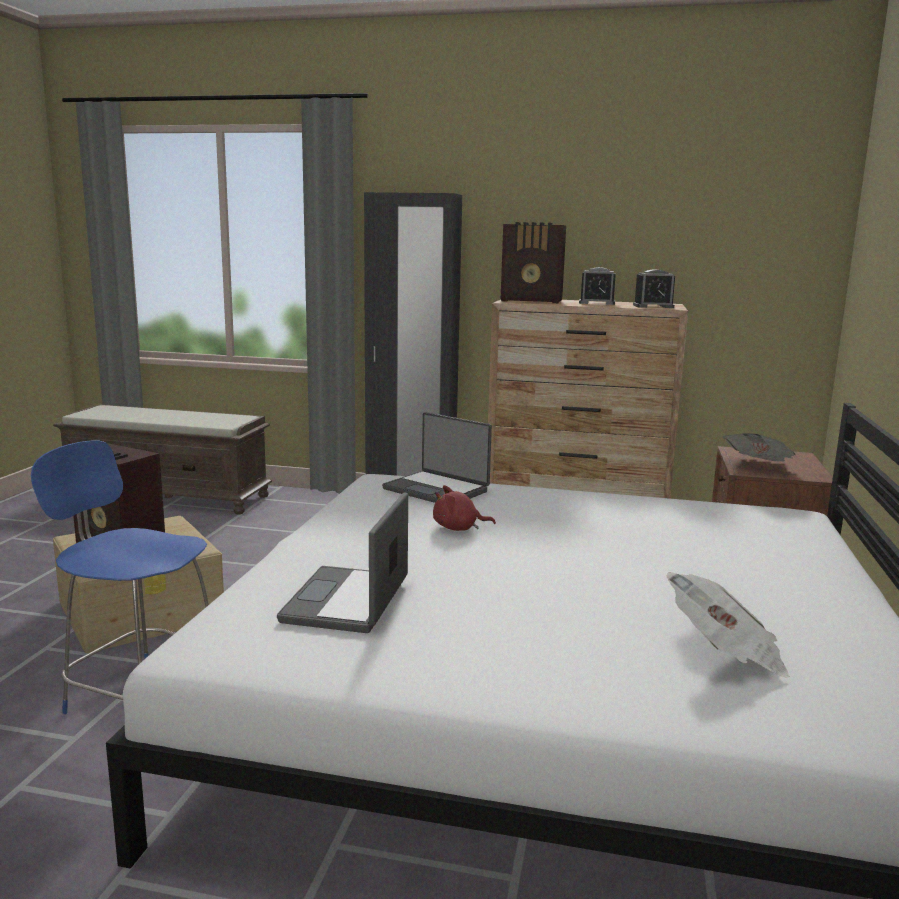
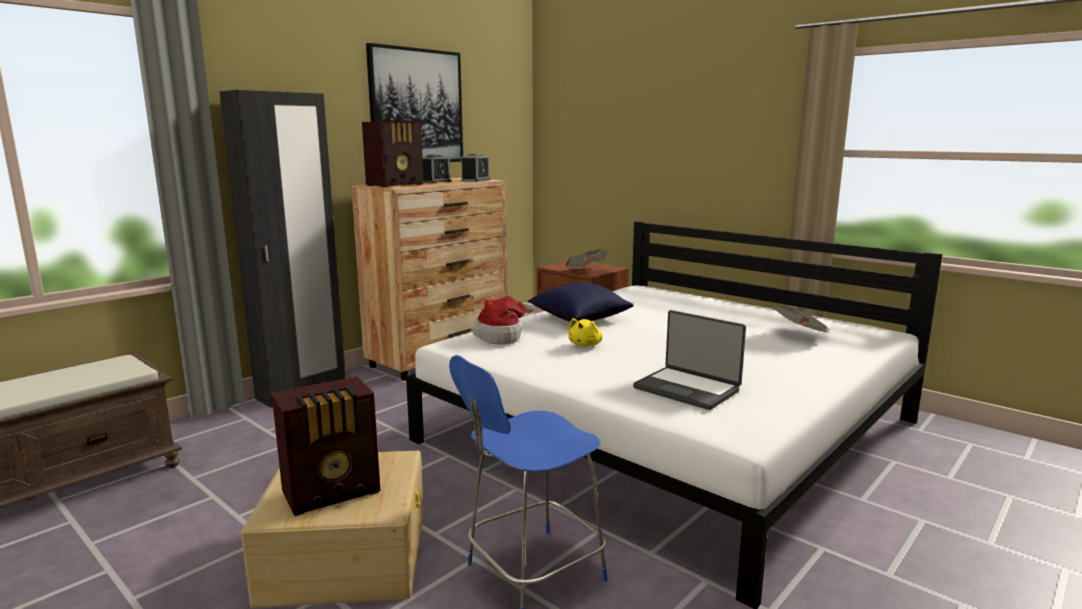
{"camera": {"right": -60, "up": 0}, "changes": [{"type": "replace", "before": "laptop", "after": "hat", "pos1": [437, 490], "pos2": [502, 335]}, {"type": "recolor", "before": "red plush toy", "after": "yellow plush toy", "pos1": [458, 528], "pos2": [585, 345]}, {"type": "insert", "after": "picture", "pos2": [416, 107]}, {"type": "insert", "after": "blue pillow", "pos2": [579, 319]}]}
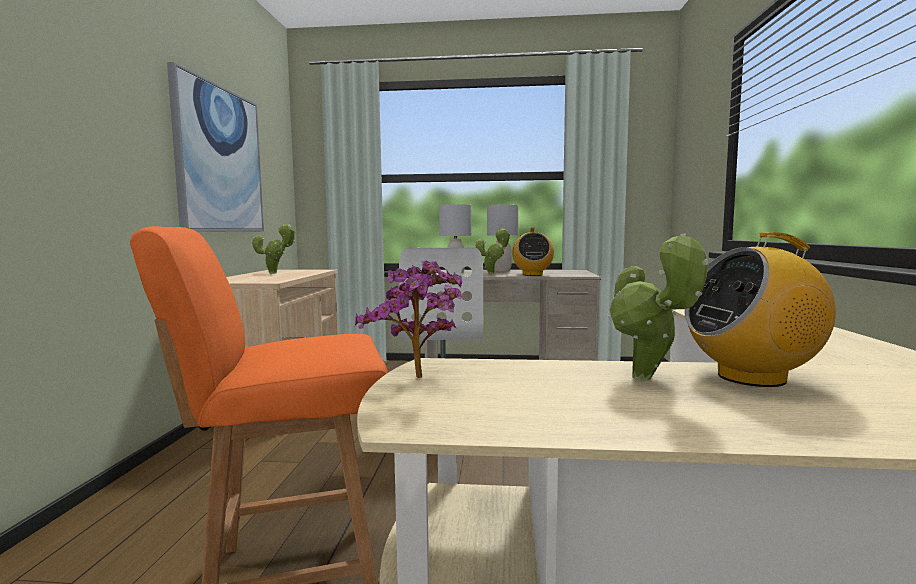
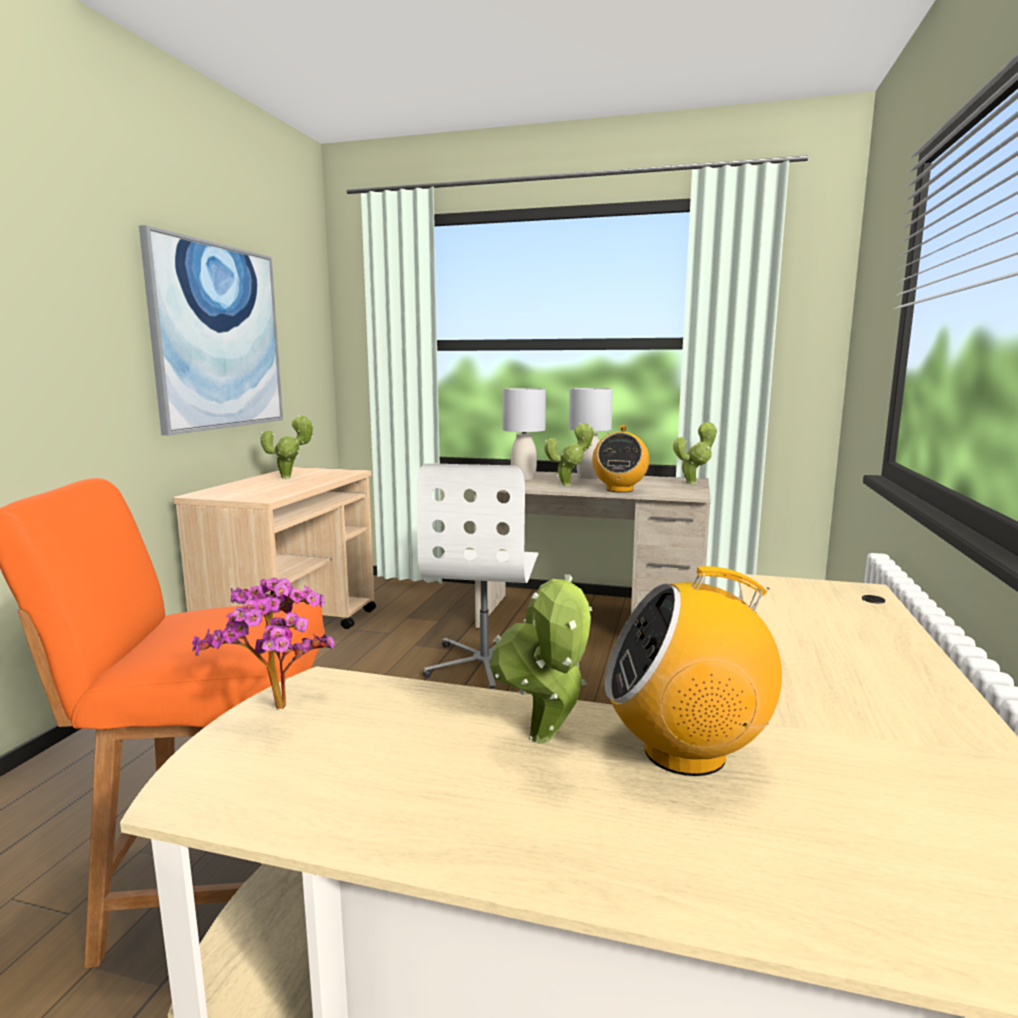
{"camera": {"right": 10, "up": 5}, "changes": [{"type": "insert", "after": "potted plant", "pos2": [693, 483]}]}
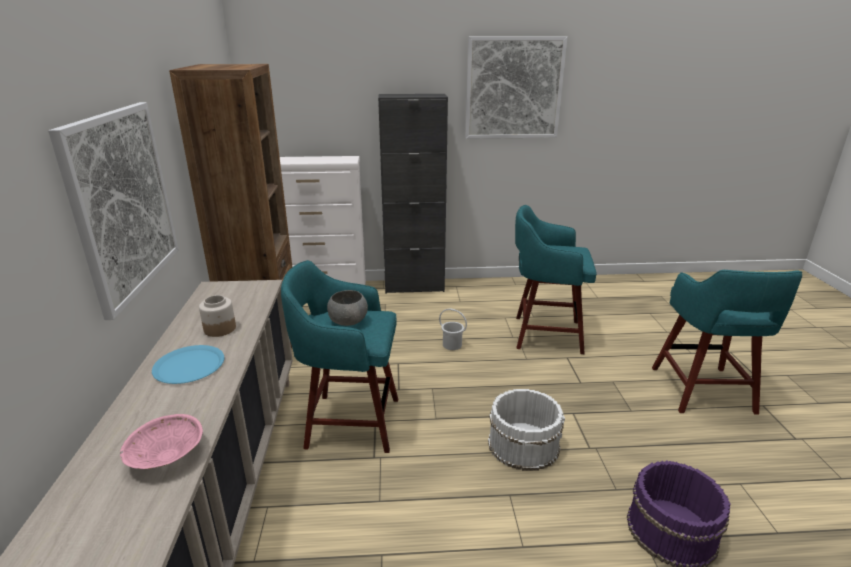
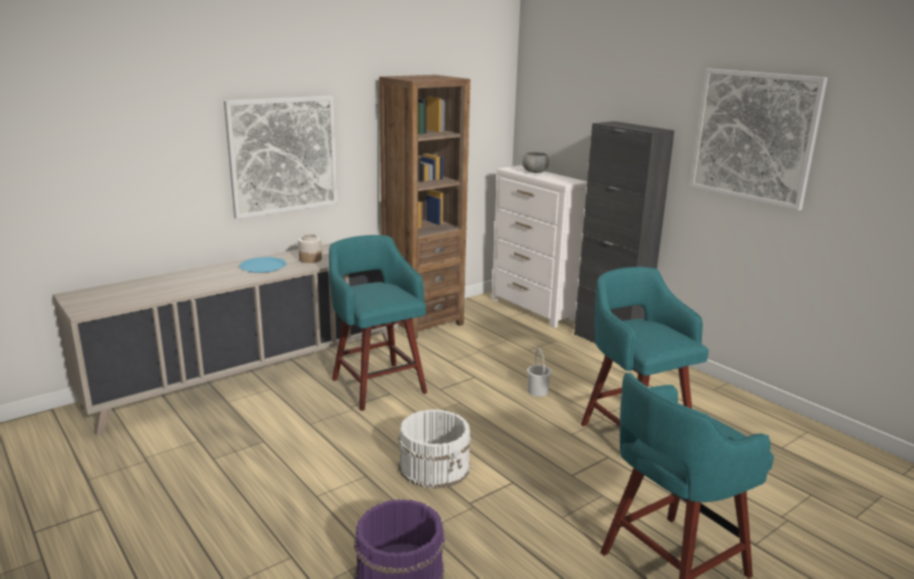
{"camera": {"right": 55, "up": -5}, "changes": [{"type": "delete", "before": "pink bowl", "pos1": [166, 456]}, {"type": "move", "before": "grey bowl", "pos1": [348, 321], "pos2": [534, 172]}]}
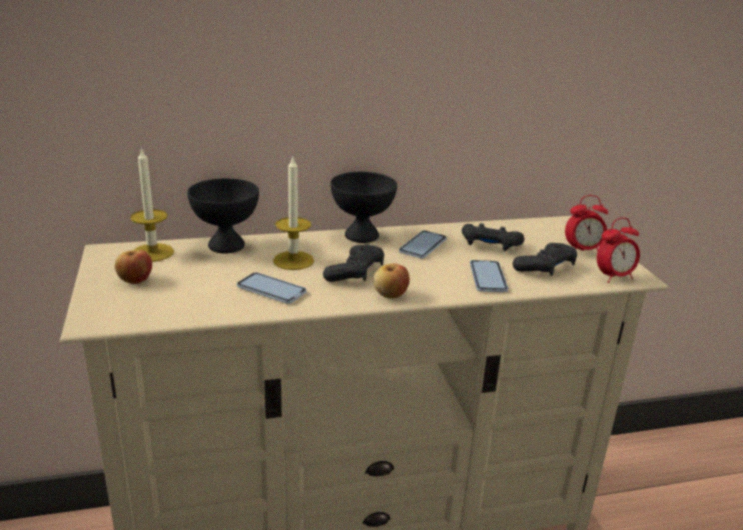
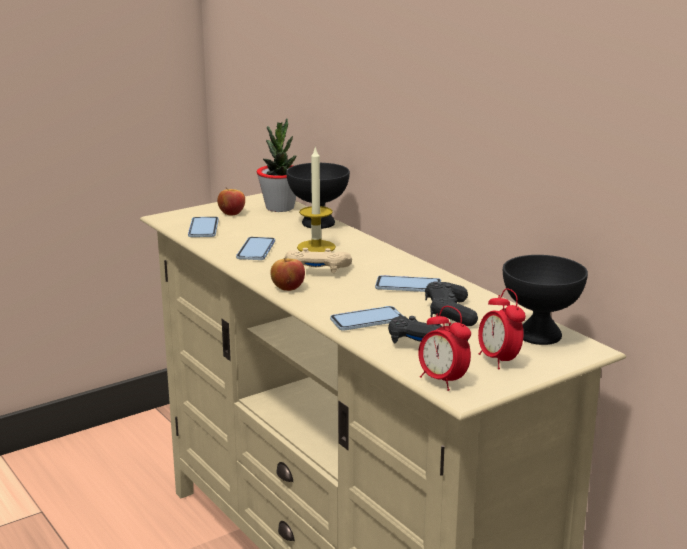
{"camera": {"right": 70, "up": -5}, "changes": [{"type": "replace", "before": "candle", "after": "potted plant", "pos1": [152, 252], "pos2": [280, 208]}, {"type": "recolor", "before": "black game controller", "after": "beige game controller", "pos1": [355, 273], "pos2": [317, 270]}, {"type": "move", "before": "black bowl", "pos1": [361, 236], "pos2": [538, 336]}, {"type": "insert", "after": "phone", "pos2": [203, 228]}]}
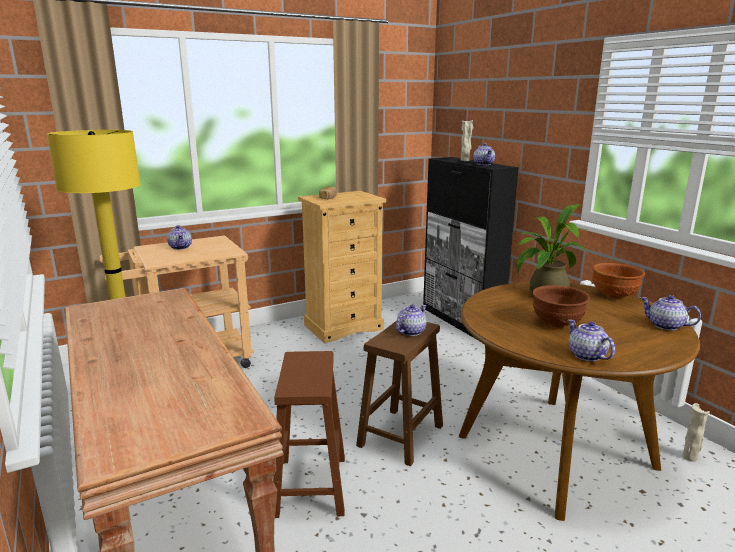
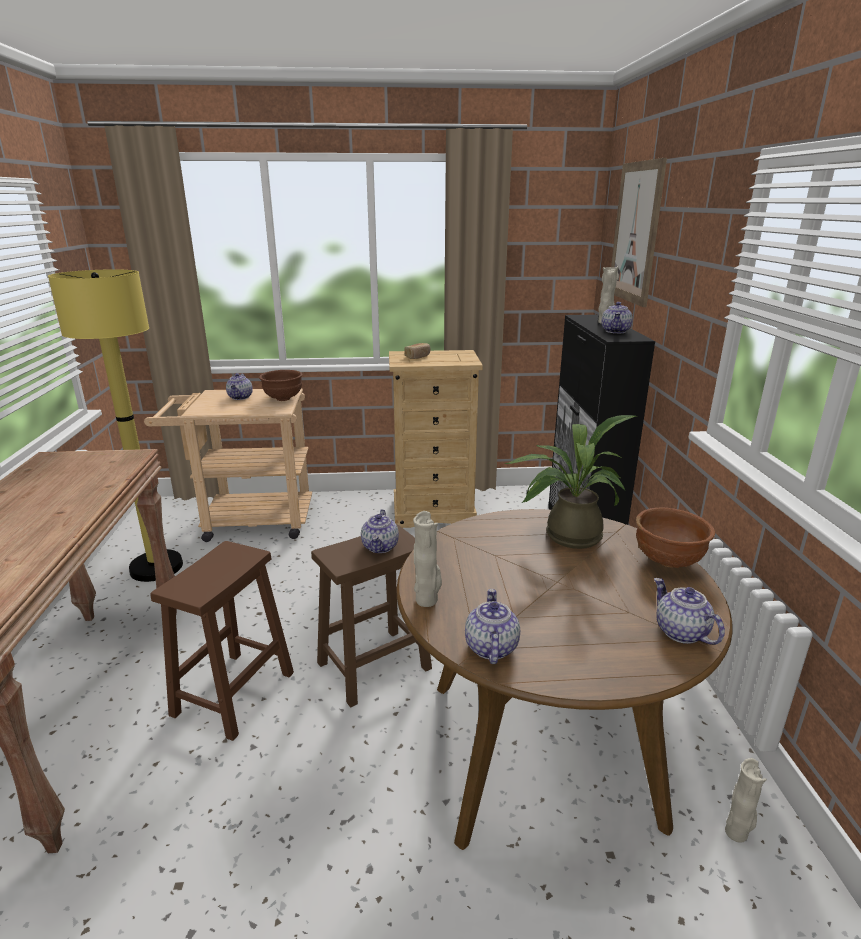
{"camera": {"right": 25, "up": 5}, "changes": [{"type": "rotate", "before": "teapot", "pos1": [411, 331], "pos2": [380, 547], "turn": 120}, {"type": "move", "before": "brown bowl", "pos1": [556, 324], "pos2": [282, 399]}, {"type": "insert", "after": "beige vase", "pos2": [428, 601]}, {"type": "insert", "after": "picture", "pos2": [635, 233]}]}
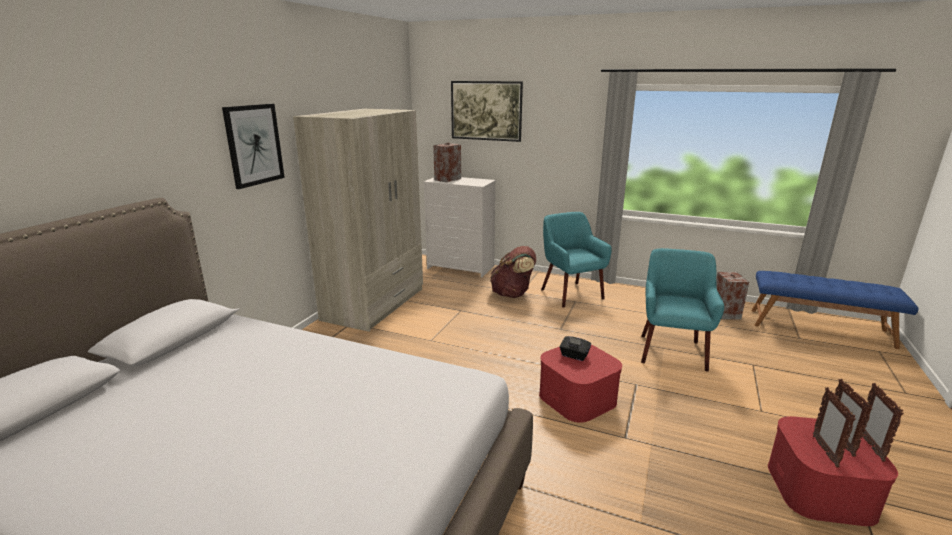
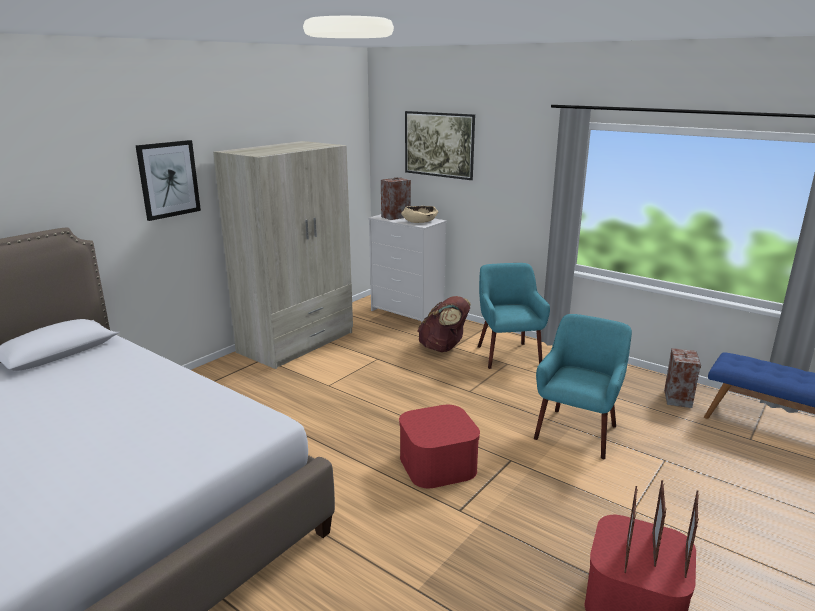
{"camera": {"right": 15, "up": 0}, "changes": [{"type": "delete", "before": "black tissue box", "pos1": [574, 356]}, {"type": "insert", "after": "beige bowl", "pos2": [419, 221]}]}
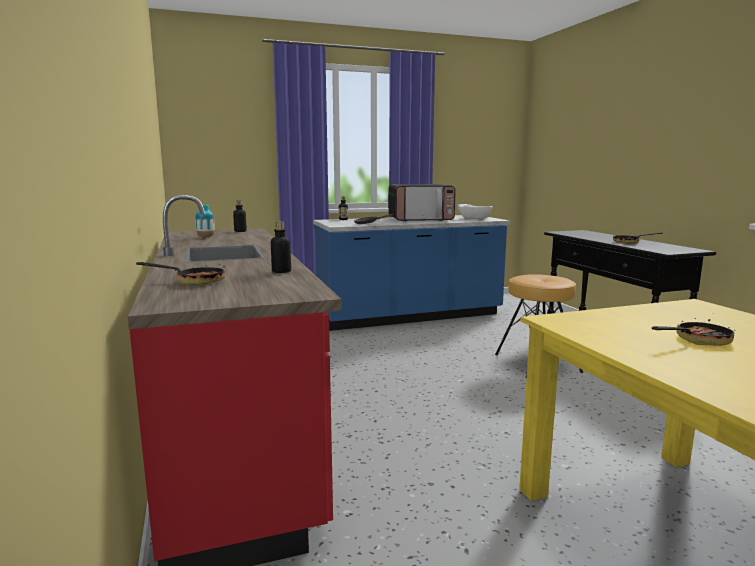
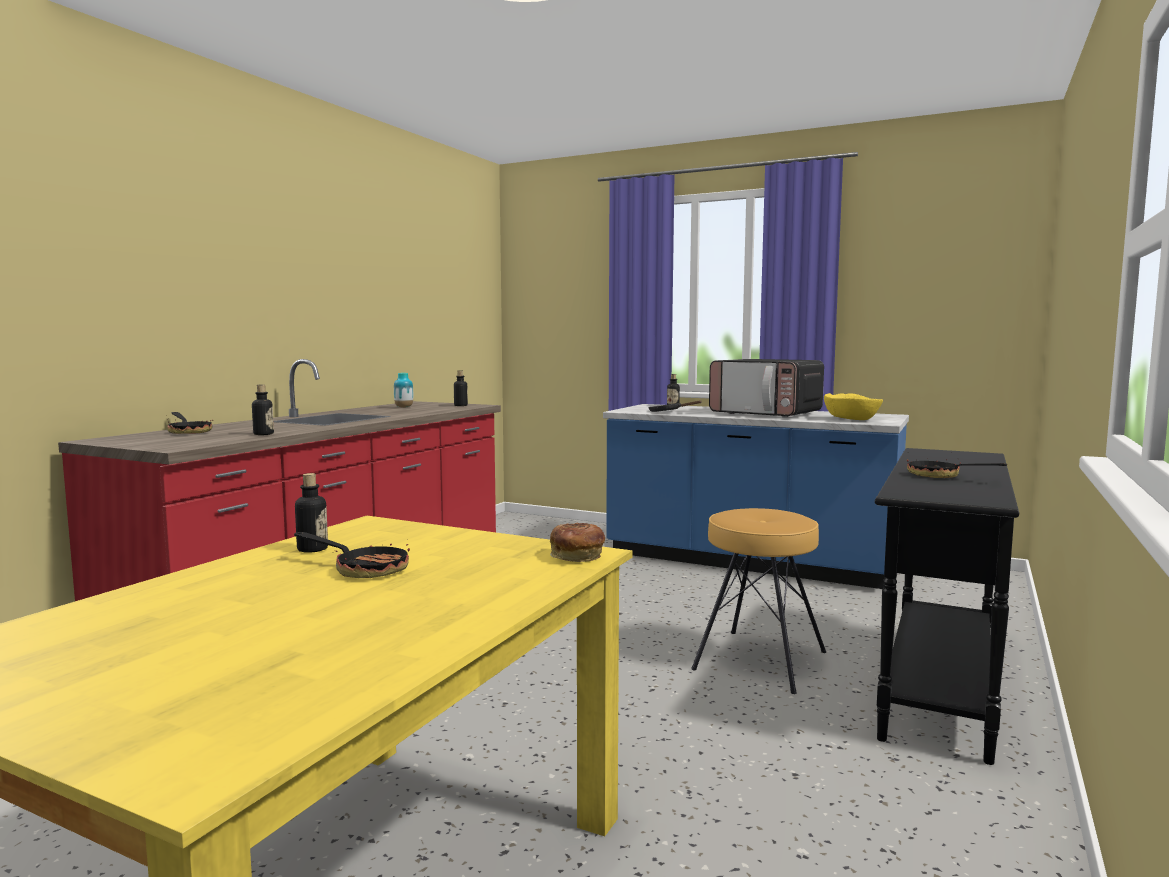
{"camera": {"right": 45, "up": -5}, "changes": [{"type": "recolor", "before": "white bowl", "after": "yellow bowl", "pos1": [474, 219], "pos2": [851, 419]}, {"type": "insert", "after": "bottle", "pos2": [312, 549]}, {"type": "insert", "after": "bread", "pos2": [577, 557]}]}
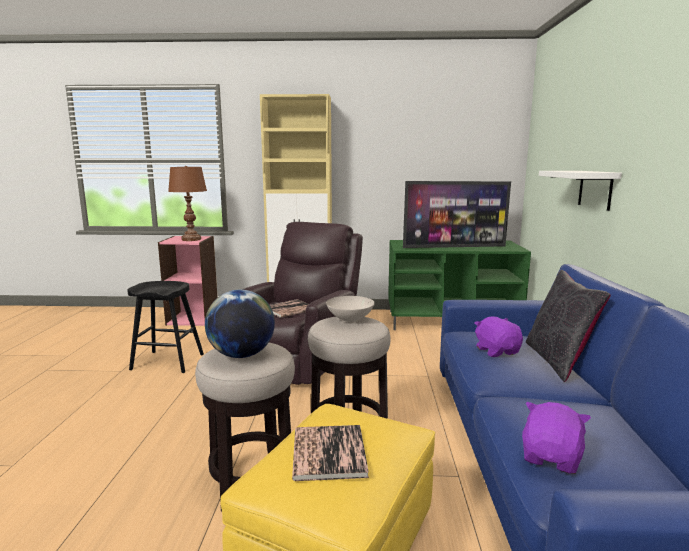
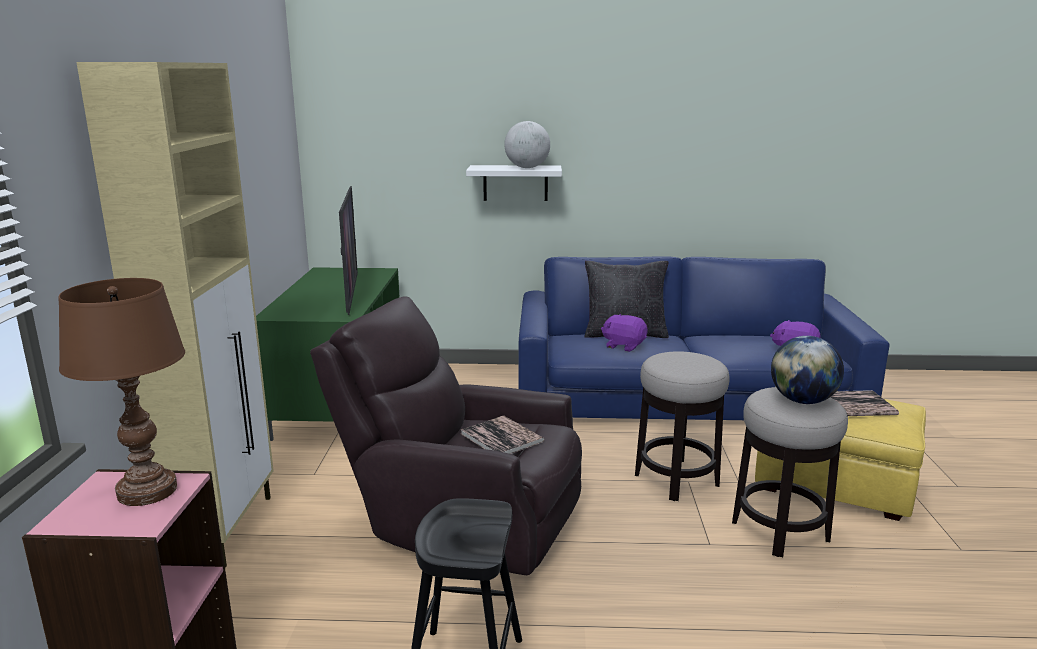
{"camera": {"right": -90, "up": 5}, "changes": [{"type": "delete", "before": "white bowl", "pos1": [351, 319]}, {"type": "rotate", "before": "purple plush toy", "pos1": [497, 351], "pos2": [624, 346], "turn": 45}, {"type": "insert", "after": "globe", "pos2": [527, 168]}]}
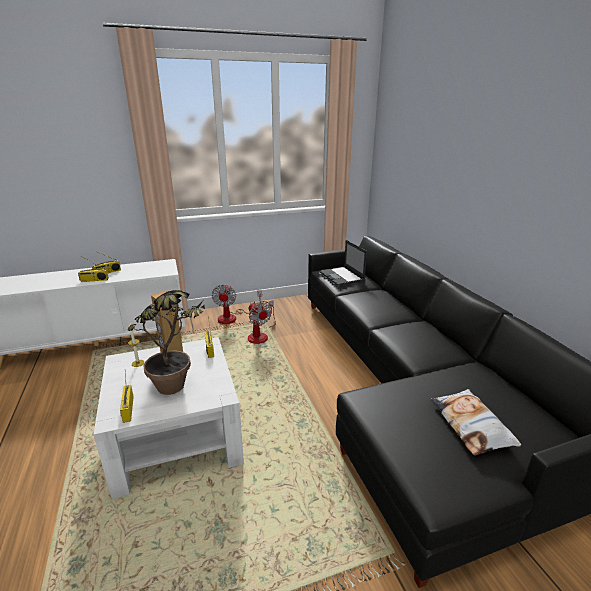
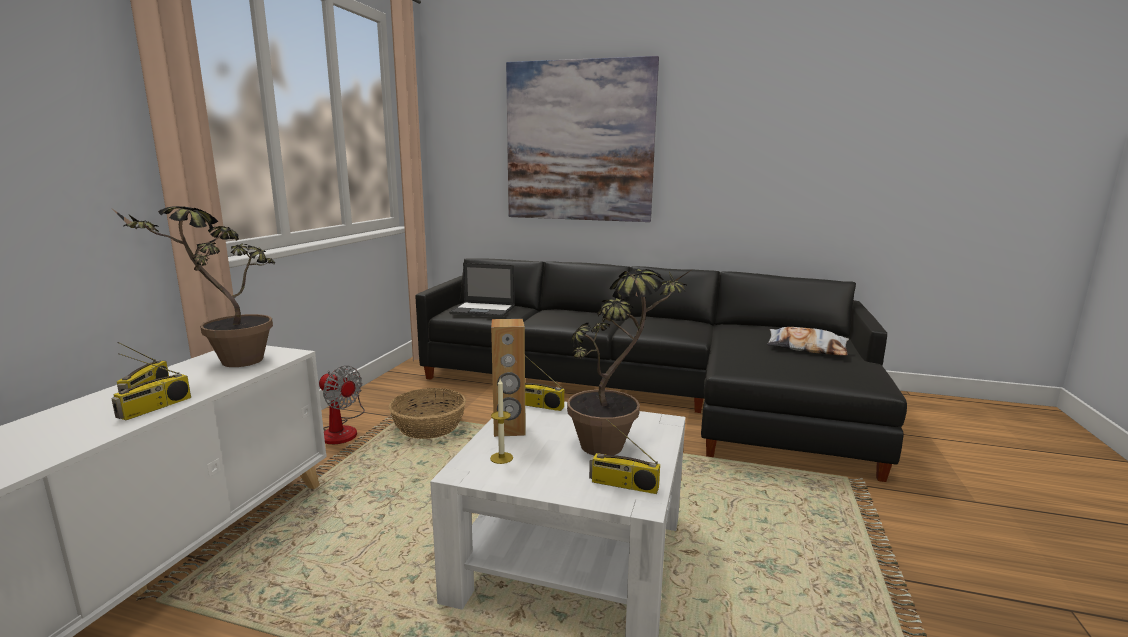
{"camera": {"right": -55, "up": -10}, "changes": [{"type": "replace", "before": "fan", "after": "basket", "pos1": [260, 335], "pos2": [428, 427]}, {"type": "insert", "after": "potted plant", "pos2": [226, 362]}, {"type": "insert", "after": "picture", "pos2": [579, 142]}]}
